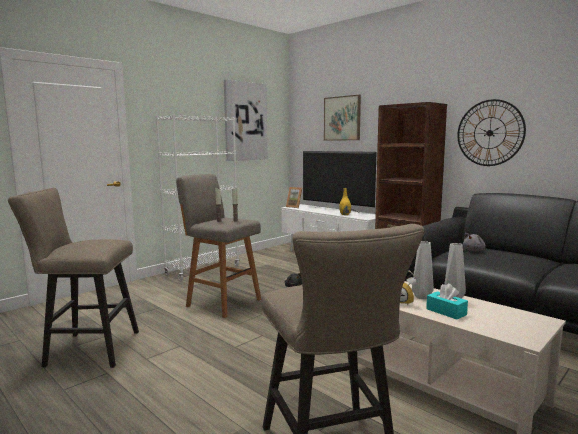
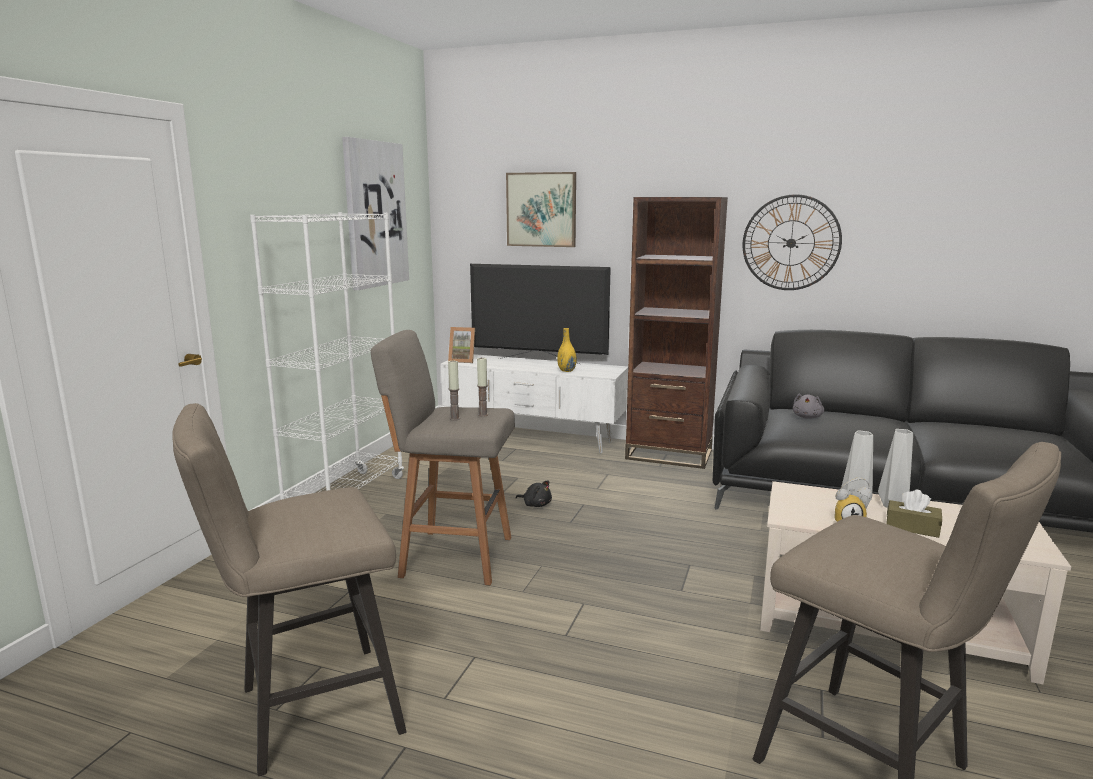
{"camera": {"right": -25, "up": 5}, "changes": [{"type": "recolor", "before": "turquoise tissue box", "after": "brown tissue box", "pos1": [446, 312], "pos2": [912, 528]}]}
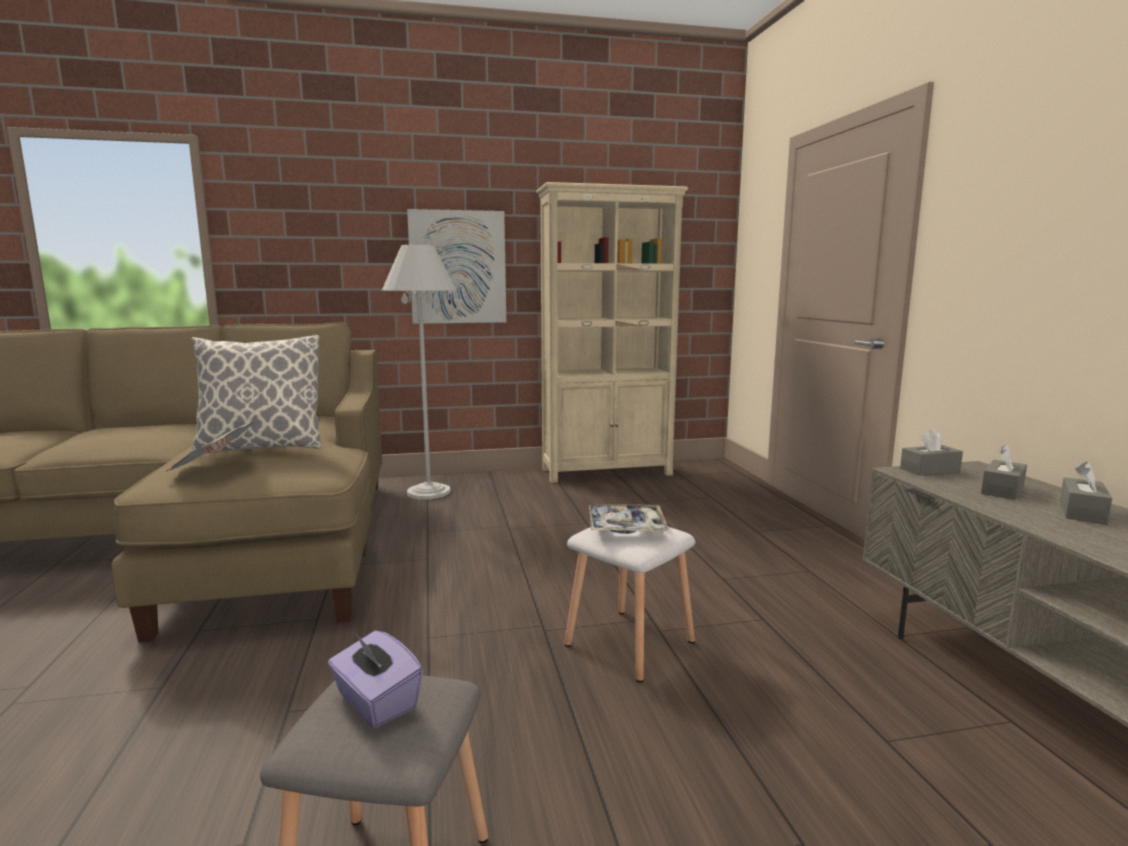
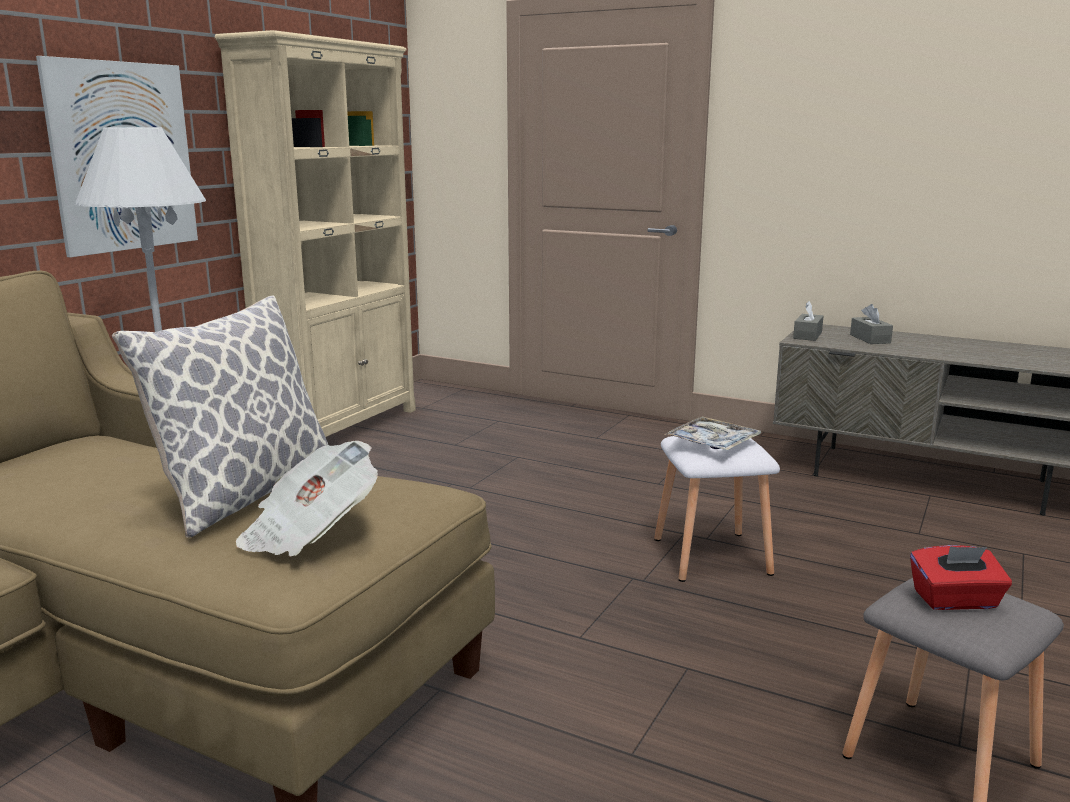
{"camera": {"right": -50, "up": 5}, "changes": [{"type": "recolor", "before": "purple tissue box", "after": "red tissue box", "pos1": [376, 702], "pos2": [955, 601]}, {"type": "delete", "before": "grey tissue box", "pos1": [1082, 512]}]}
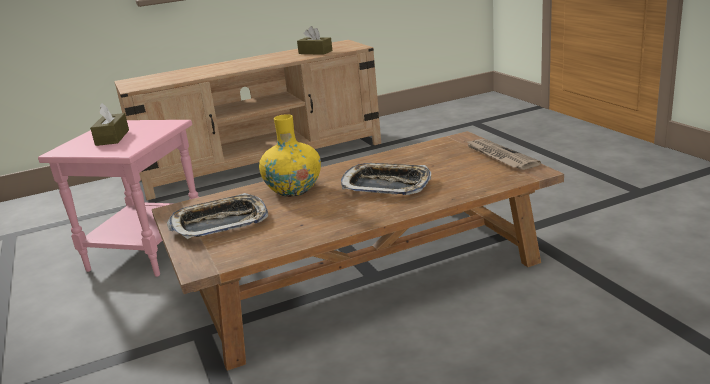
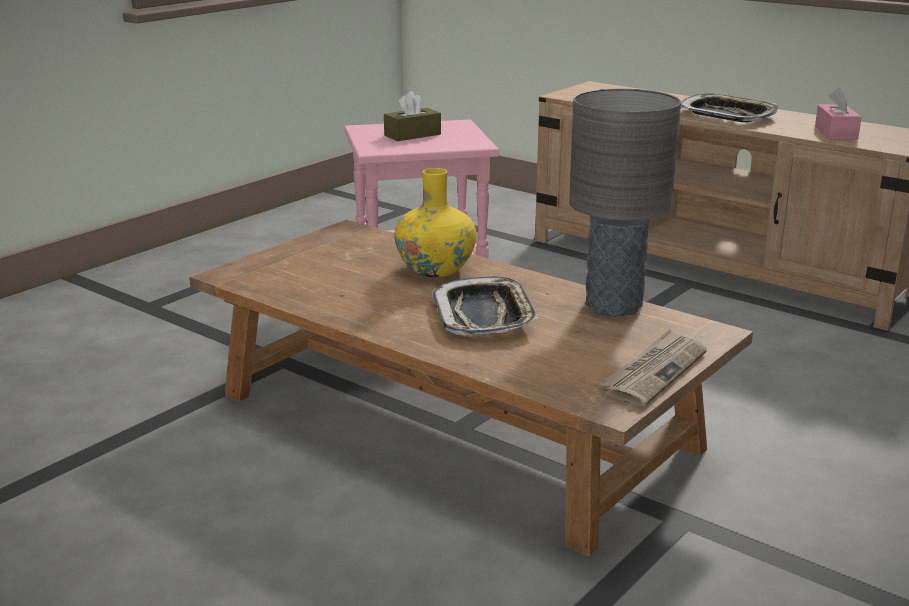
{"camera": {"right": 60, "up": 0}, "changes": [{"type": "move", "before": "tray", "pos1": [220, 223], "pos2": [728, 115]}, {"type": "recolor", "before": "brown tissue box", "after": "pink tissue box", "pos1": [315, 52], "pos2": [836, 133]}, {"type": "insert", "after": "grey table lamp", "pos2": [613, 305]}]}
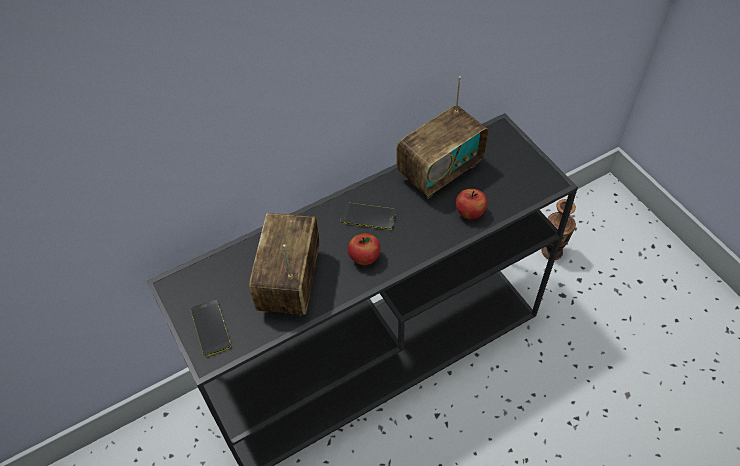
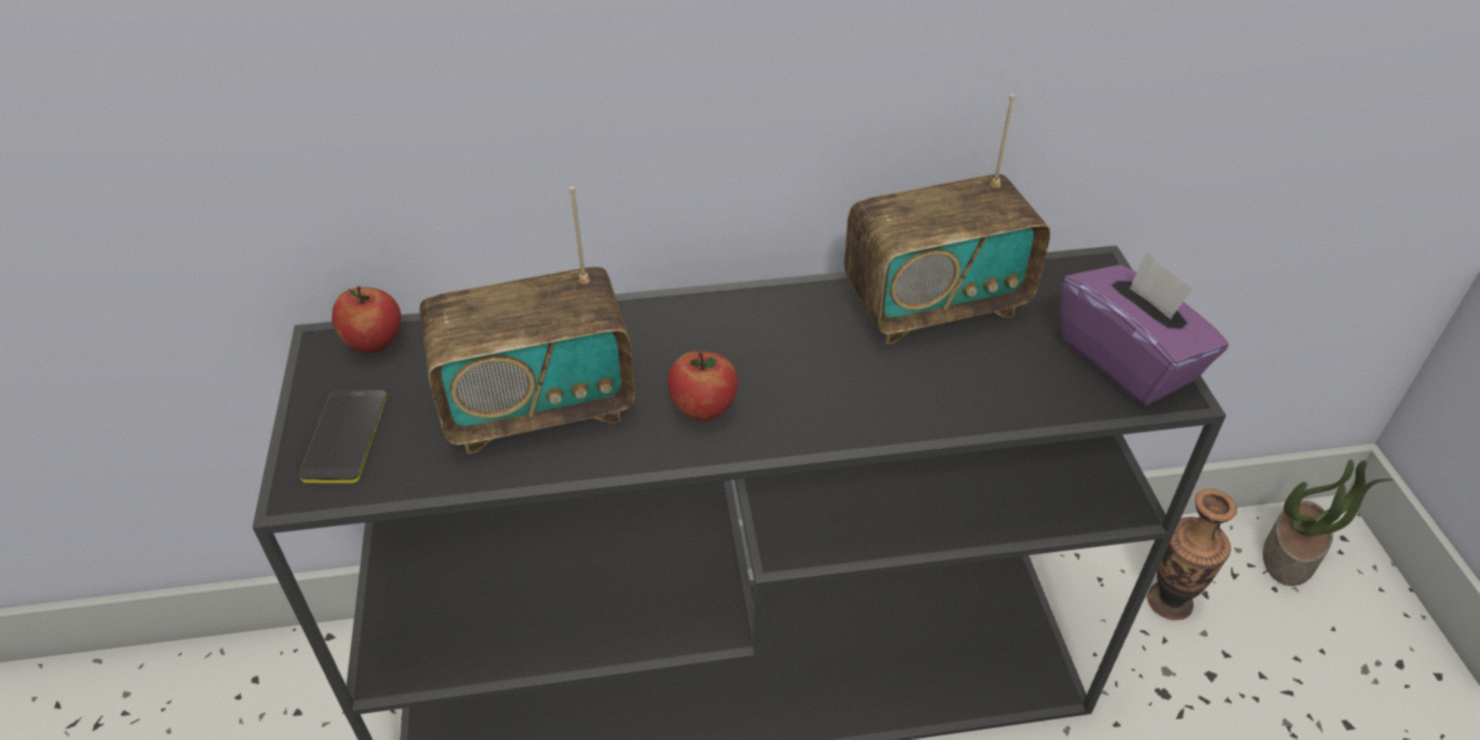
{"camera": {"right": 20, "up": -10}, "changes": [{"type": "rotate", "before": "radio", "pos1": [290, 283], "pos2": [538, 407], "turn": -135}, {"type": "delete", "before": "phone", "pos1": [368, 217]}, {"type": "move", "before": "apple", "pos1": [470, 213], "pos2": [375, 343]}, {"type": "insert", "after": "purple tissue box", "pos2": [1128, 360]}, {"type": "insert", "after": "potted plant", "pos2": [1291, 556]}]}
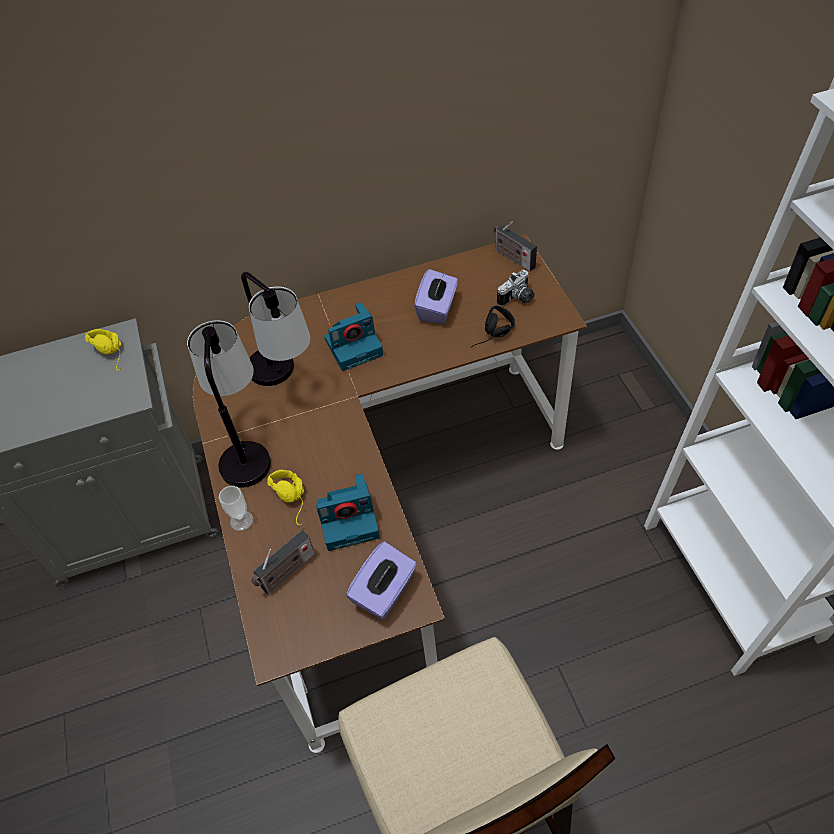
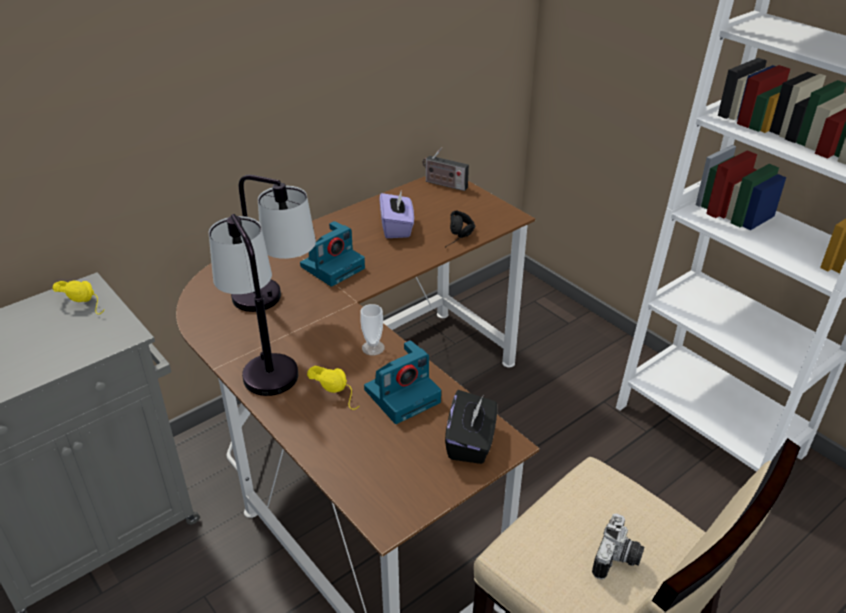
{"camera": {"right": -25, "up": -15}, "changes": [{"type": "move", "before": "cup", "pos1": [241, 520], "pos2": [373, 348]}, {"type": "delete", "before": "radio", "pos1": [286, 573]}, {"type": "recolor", "before": "purple tissue box", "after": "black tissue box", "pos1": [385, 592], "pos2": [471, 442]}, {"type": "move", "before": "photo camera", "pos1": [518, 299], "pos2": [618, 560]}]}
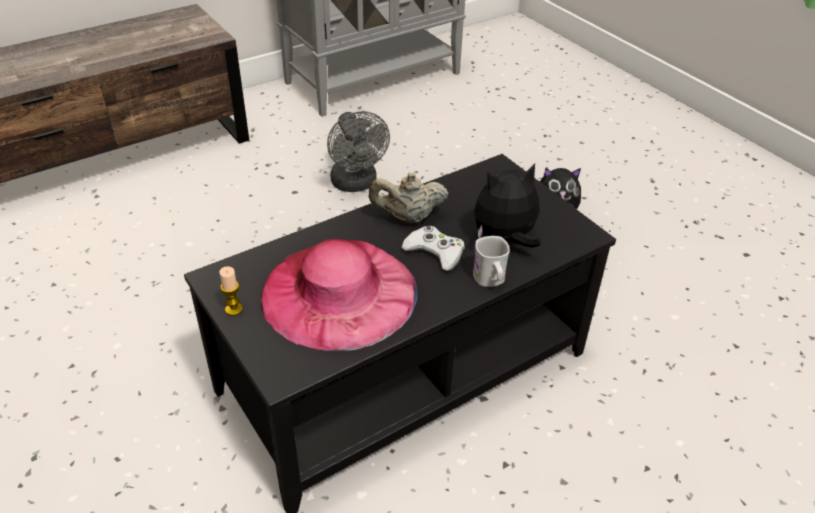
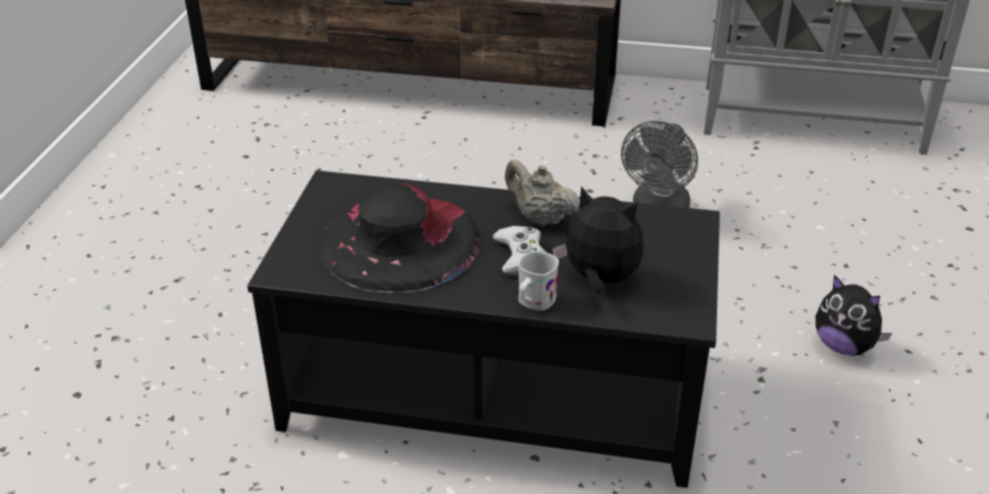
{"camera": {"right": 45, "up": -5}, "changes": [{"type": "delete", "before": "candle", "pos1": [234, 309]}, {"type": "recolor", "before": "pink hat", "after": "black hat", "pos1": [339, 292], "pos2": [400, 242]}]}
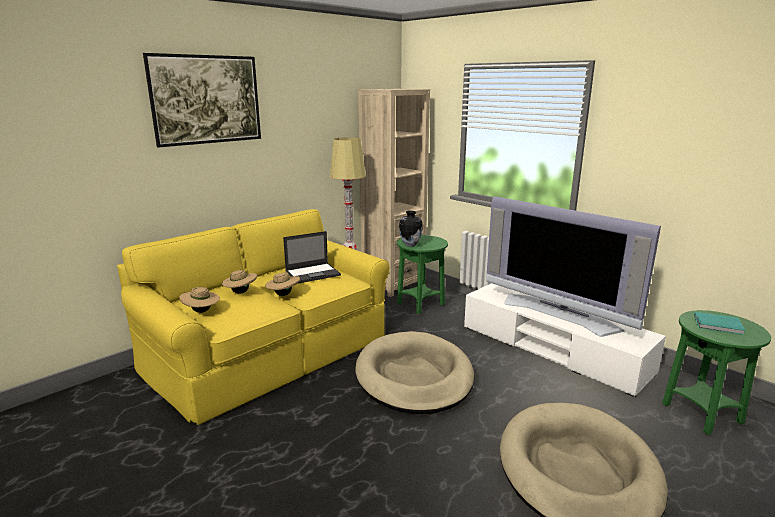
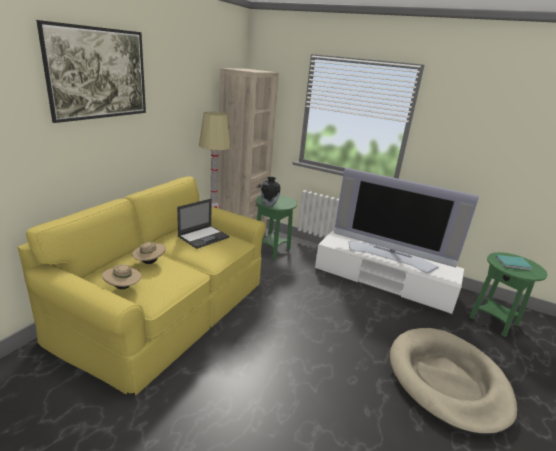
{"camera": {"right": -20, "up": 5}, "changes": [{"type": "delete", "before": "beige hat", "pos1": [283, 294]}, {"type": "delete", "before": "beige dog bed", "pos1": [414, 376]}]}
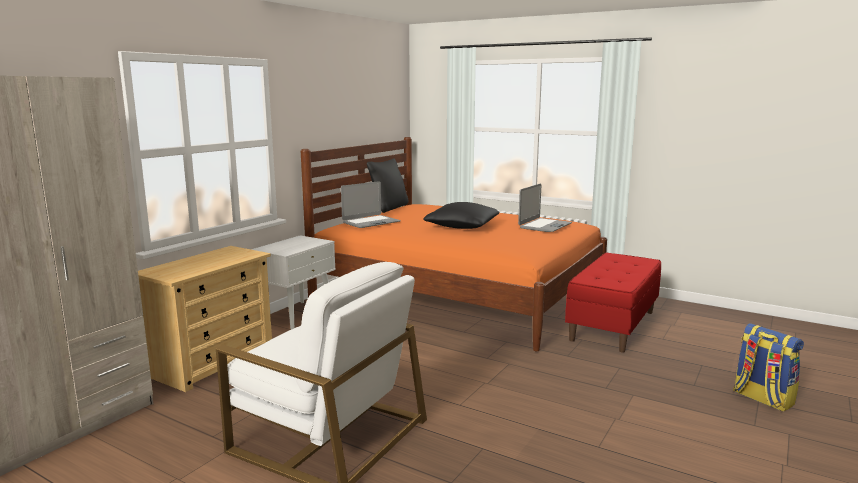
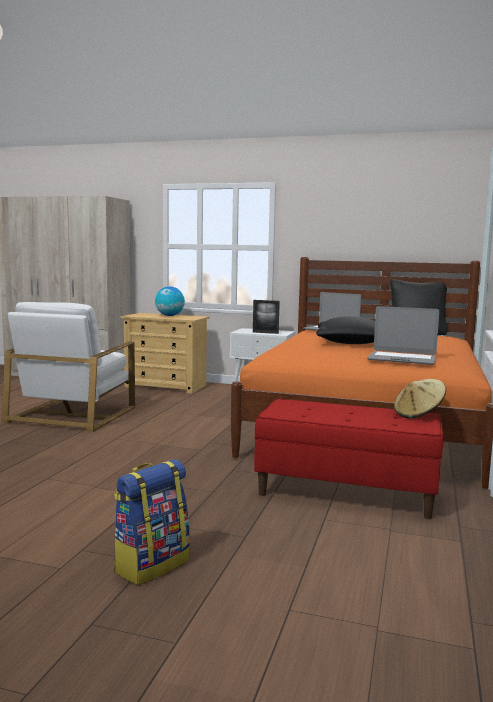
{"camera": {"right": 75, "up": -5}, "changes": [{"type": "insert", "after": "globe", "pos2": [169, 315]}, {"type": "insert", "after": "picture frame", "pos2": [265, 332]}, {"type": "insert", "after": "beige hat", "pos2": [418, 414]}]}
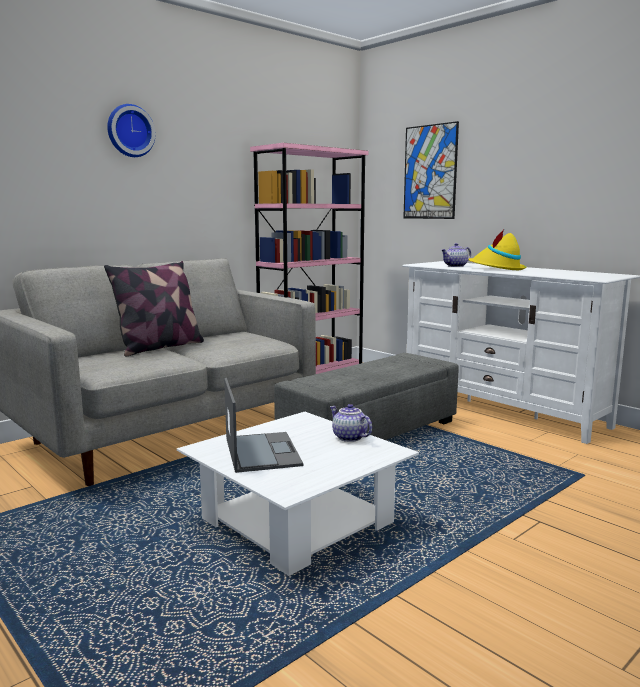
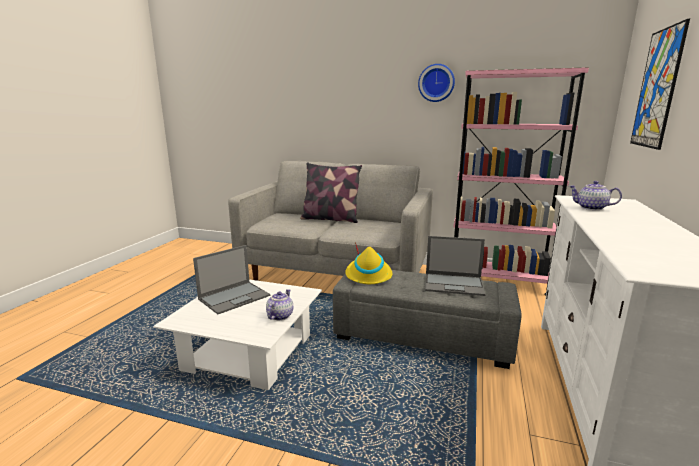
{"camera": {"right": 60, "up": 5}, "changes": [{"type": "move", "before": "wall clock", "pos1": [129, 131], "pos2": [436, 83]}, {"type": "move", "before": "yellow hat", "pos1": [496, 268], "pos2": [368, 274]}, {"type": "insert", "after": "laptop", "pos2": [454, 284]}]}
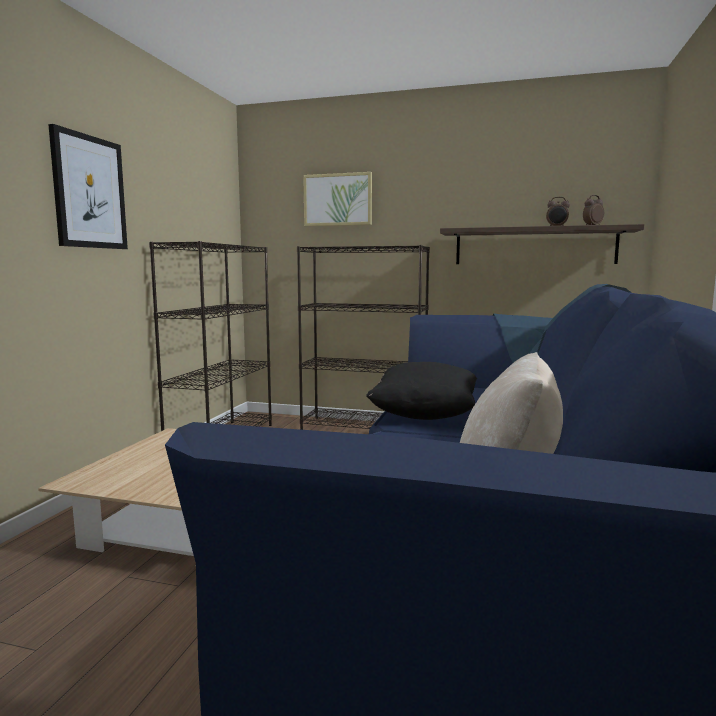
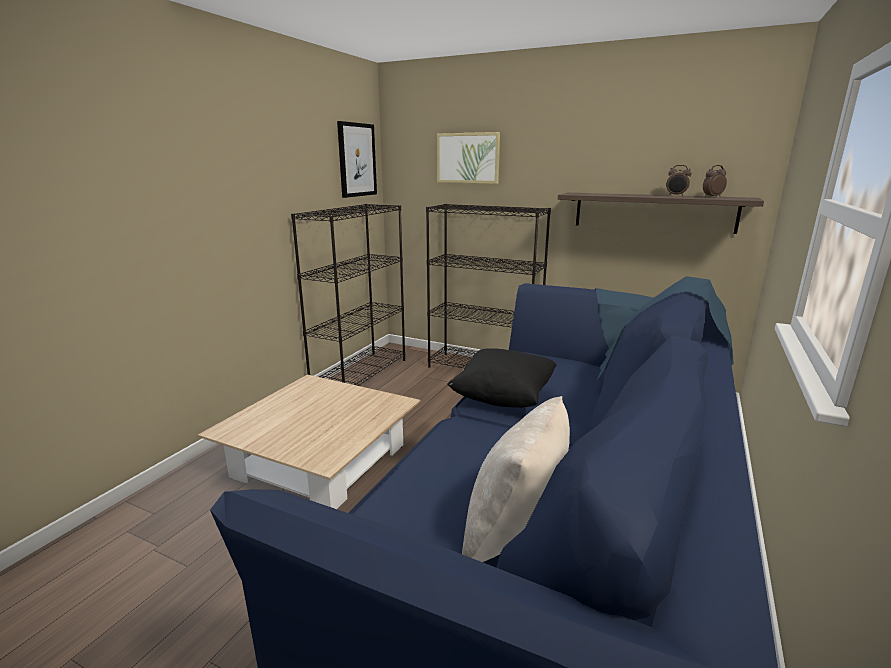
{"camera": {"right": 10, "up": 10}, "changes": [{"type": "move", "before": "picture", "pos1": [89, 192], "pos2": [357, 160]}]}
